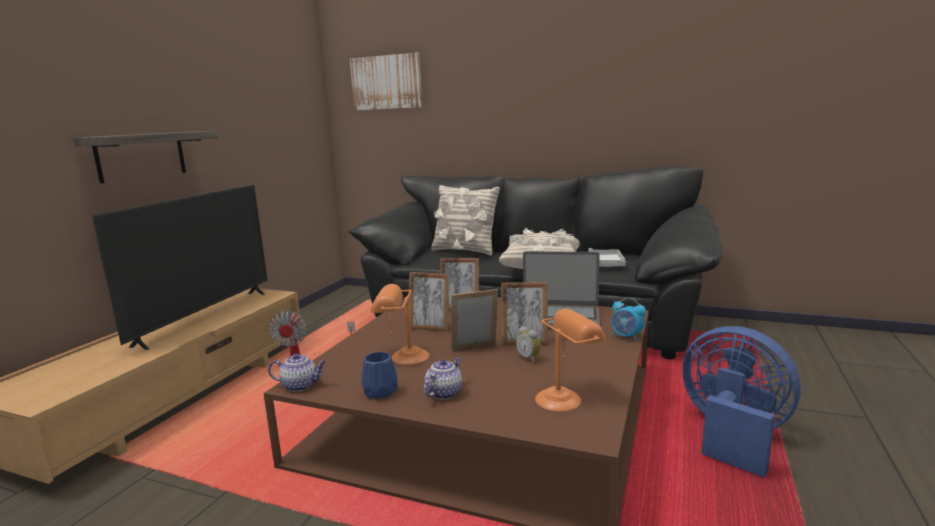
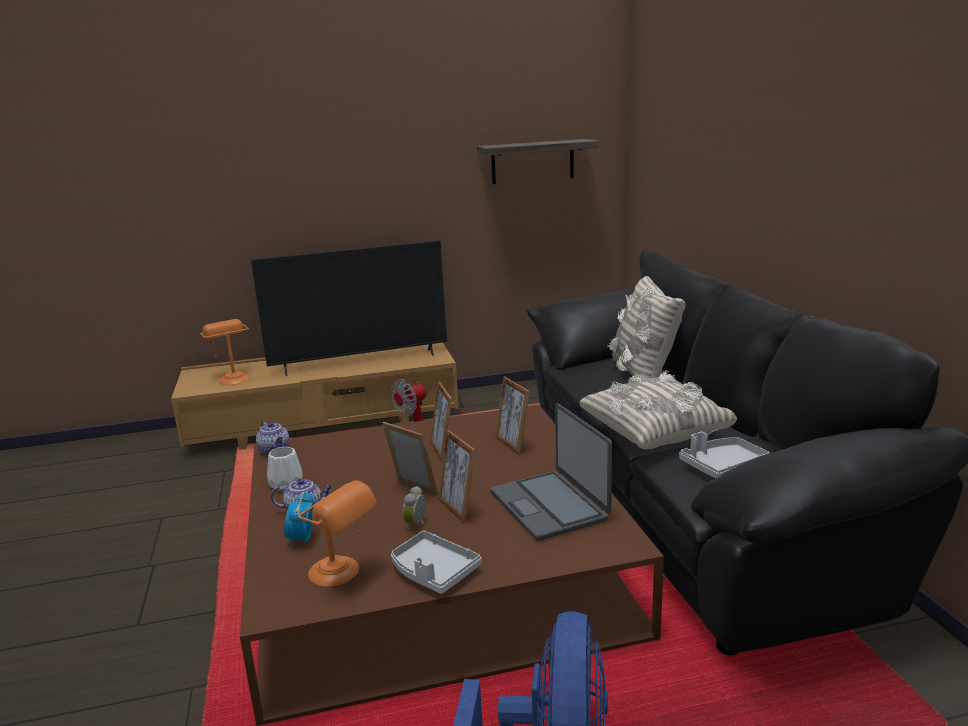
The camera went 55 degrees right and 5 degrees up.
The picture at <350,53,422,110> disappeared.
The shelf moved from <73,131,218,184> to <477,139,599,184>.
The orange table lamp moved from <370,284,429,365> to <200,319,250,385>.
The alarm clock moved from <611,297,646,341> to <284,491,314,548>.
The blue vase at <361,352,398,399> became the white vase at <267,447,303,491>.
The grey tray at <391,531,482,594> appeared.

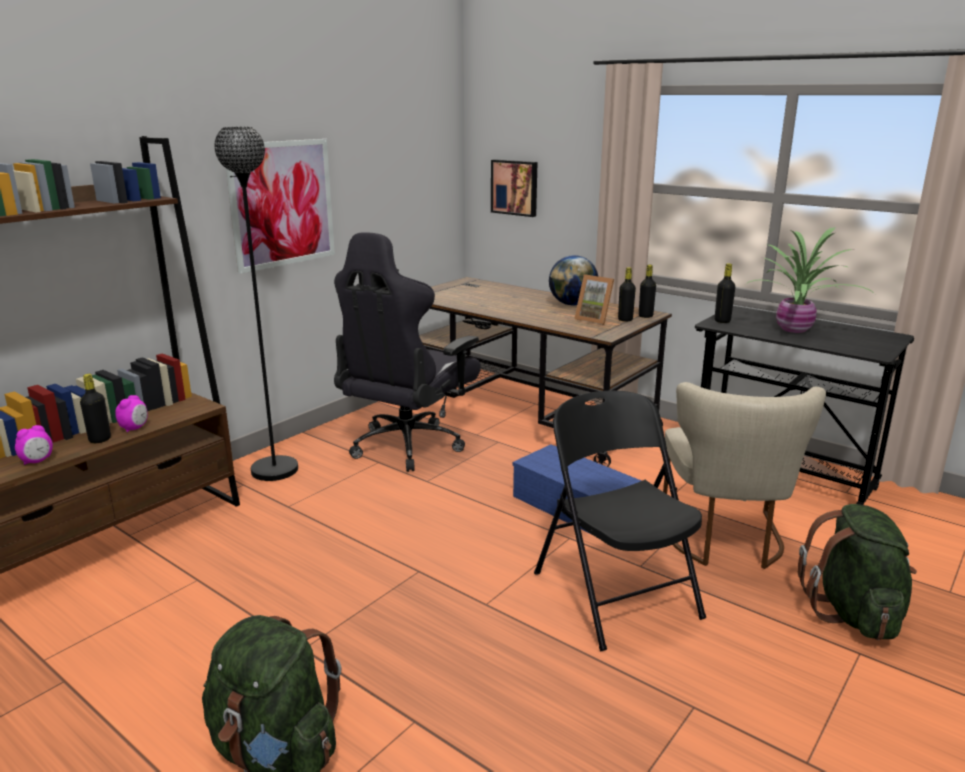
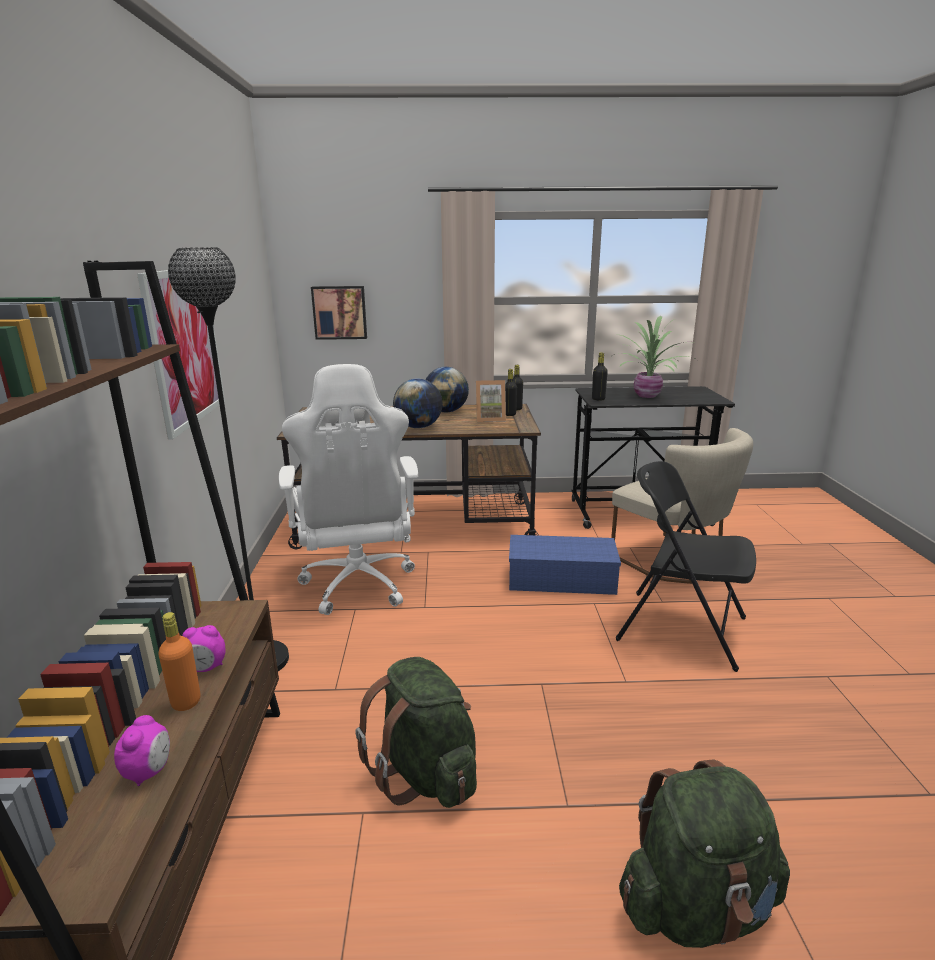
The camera went 40 degrees left and 0 degrees up.
The black office chair at <334,232,481,472> became the white office chair at <279,364,418,615>.
The black bottle at <80,374,111,443> became the orange bottle at <158,612,201,711>.
The alarm clock at <115,395,148,432> turned 105 degrees clockwise.
The green backpack moved from <797,504,917,640> to <355,657,477,808>.
The globe at <393,378,443,428> appeared.

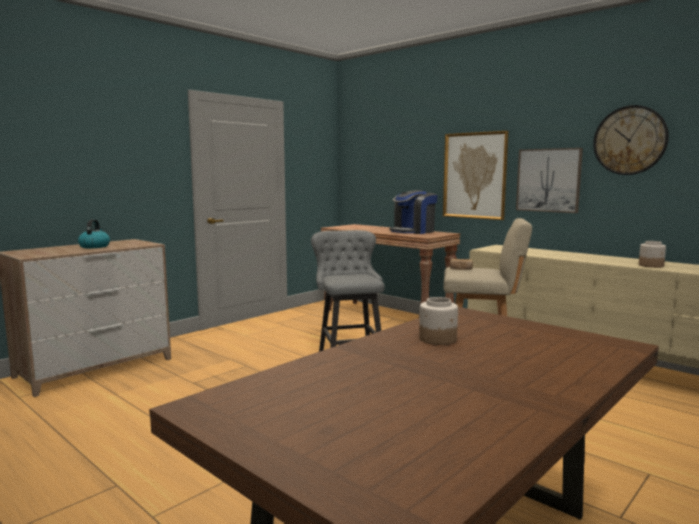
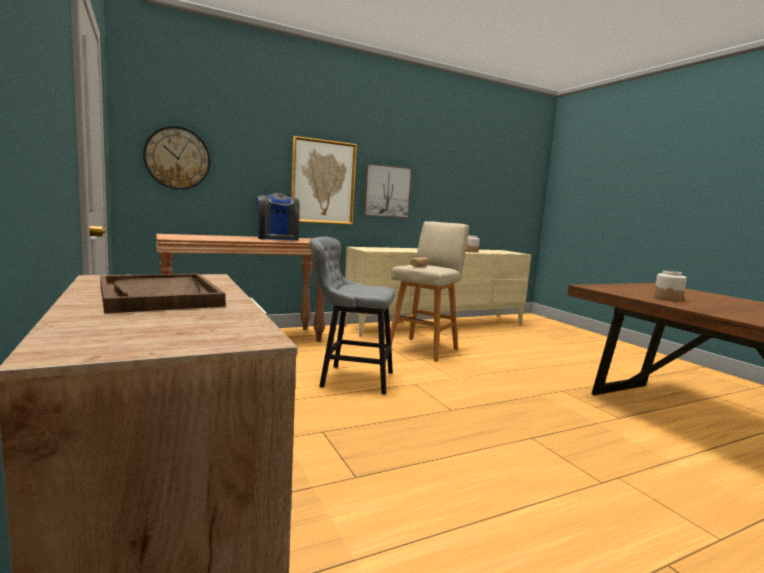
The camera went 70 degrees left and 0 degrees up.
The wall clock moved from <593,105,669,175> to <143,126,210,190>.
The kettle at <78,219,110,248> was replaced by the brown tray at <100,274,225,313>.

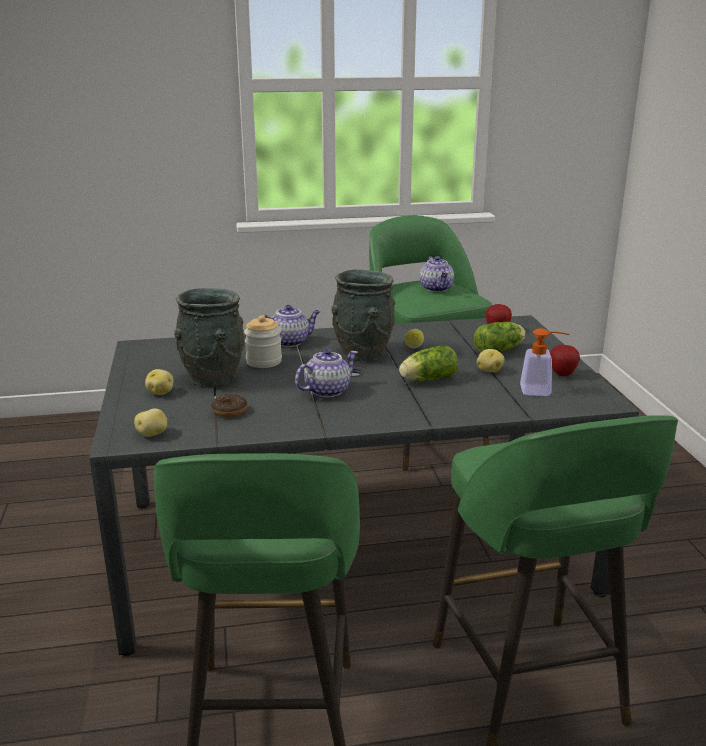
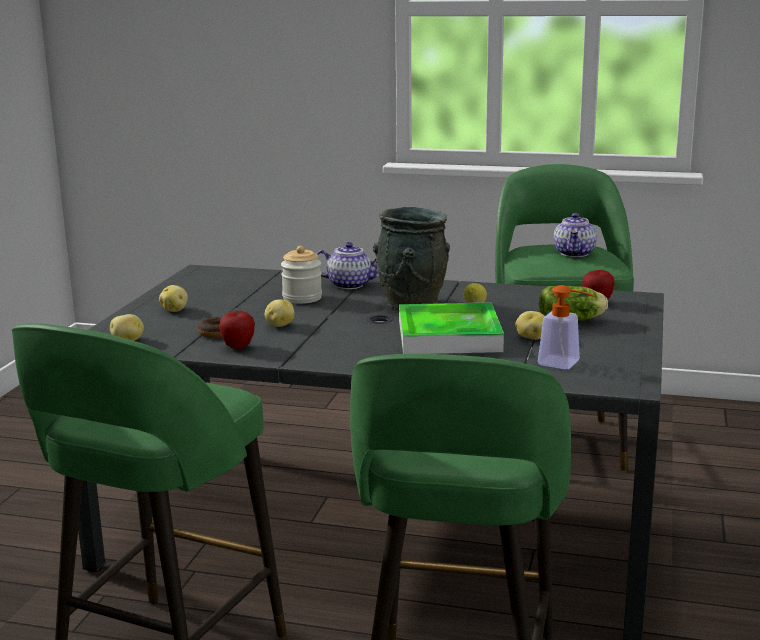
The camera went 25 degrees right and 5 degrees down.
The grey vase at <174,288,245,387> disappeared.
The apple moved from <550,345,580,376> to <219,311,255,349>.
The lettuce at <399,346,458,381> was replaced by the tray at <399,302,504,354>.
The teapot at <295,349,358,397> disappeared.
The potato at <265,299,294,327> appeared.

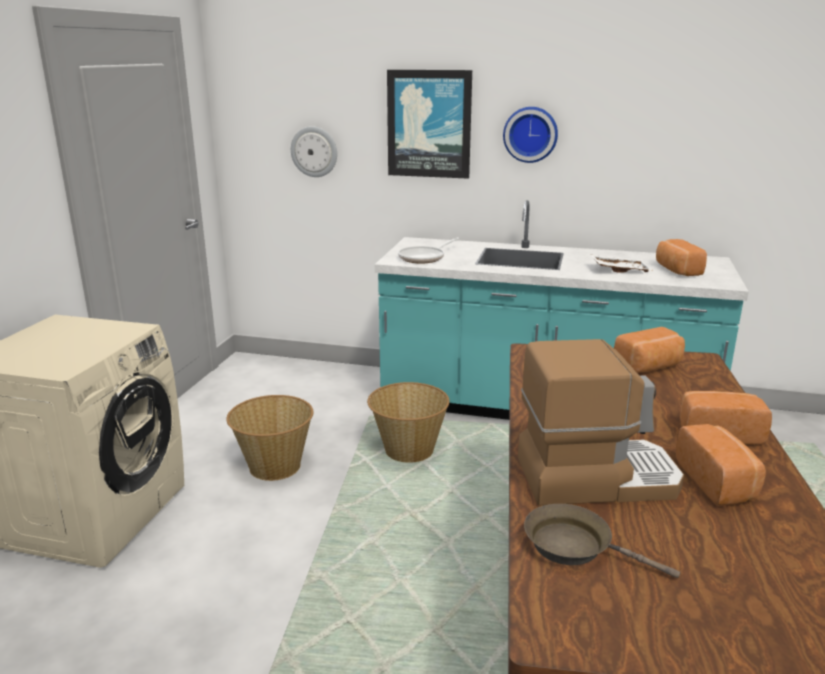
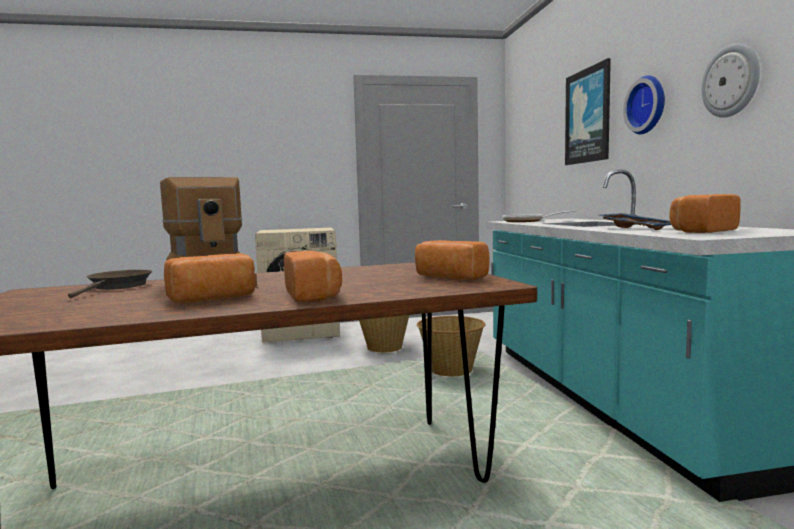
The camera went 65 degrees right and 15 degrees down.
The wall clock moved from <291,126,337,177> to <702,43,760,118>.
The white tray at <590,254,652,273> became the blue tray at <599,213,671,230>.

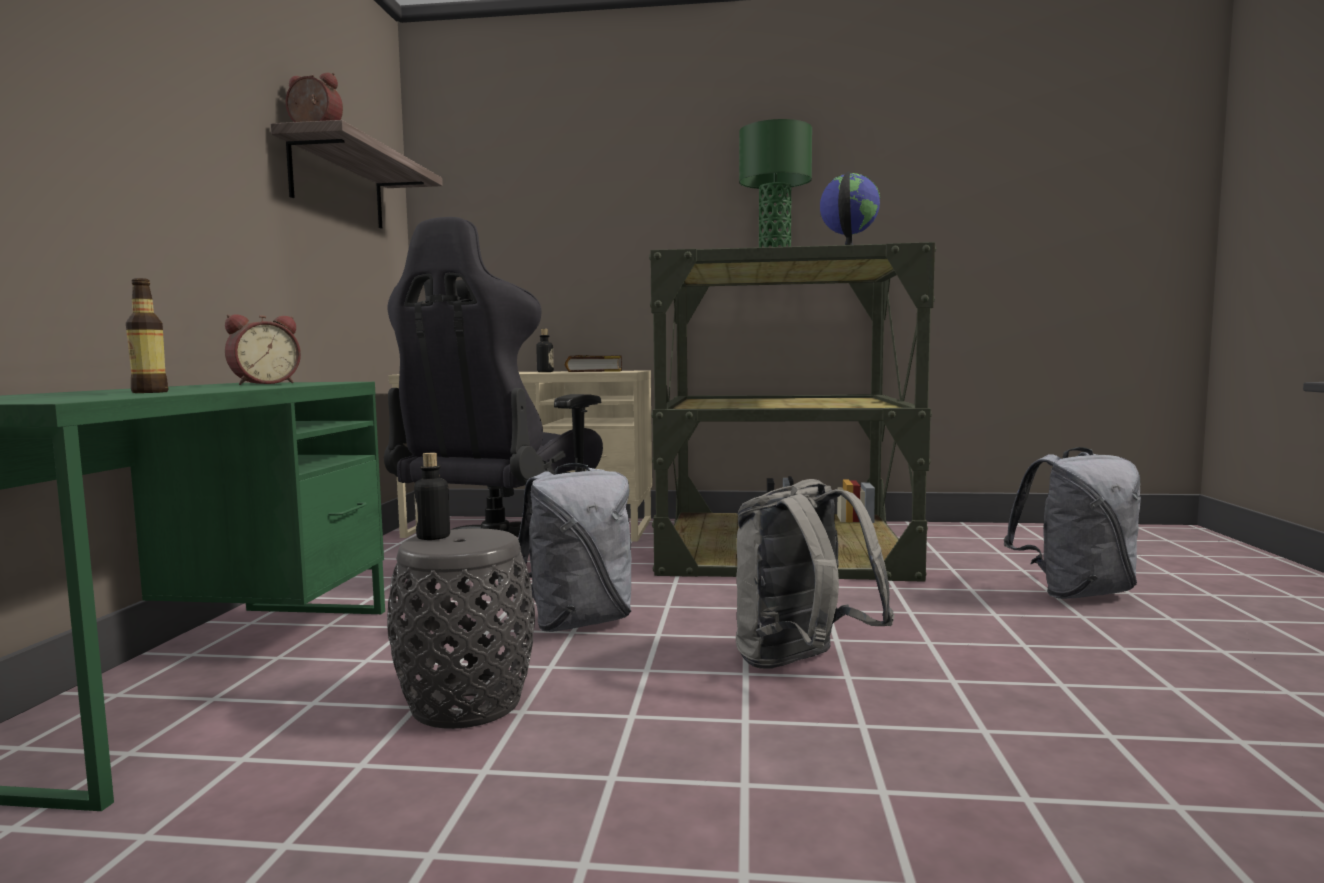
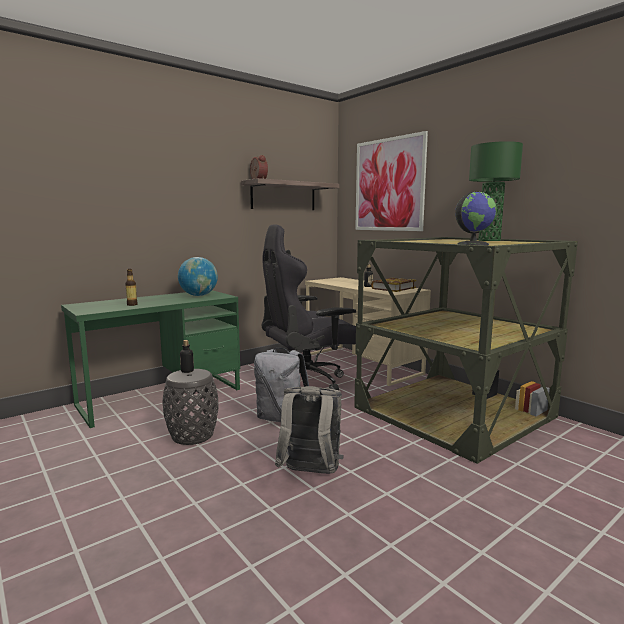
The camera went 45 degrees right and 5 degrees up.
The alarm clock at <225,314,301,385> was replaced by the globe at <178,257,218,296>.
The grey backpack at <1004,447,1141,599> disappeared.
The picture at <355,131,428,231> appeared.

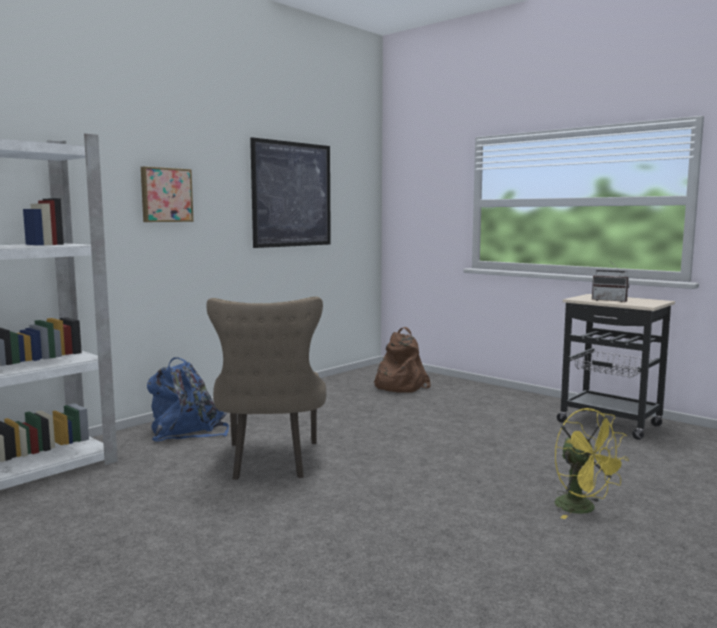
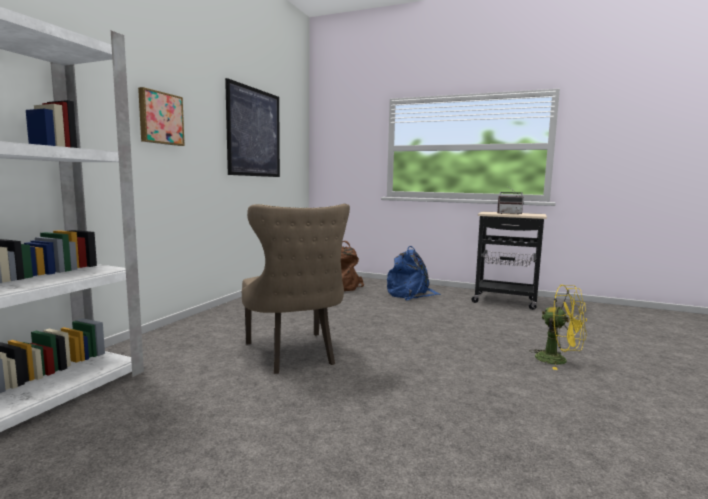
The camera went 20 degrees left and 0 degrees up.
The blue backpack moved from <147,357,229,442> to <387,246,441,300>.

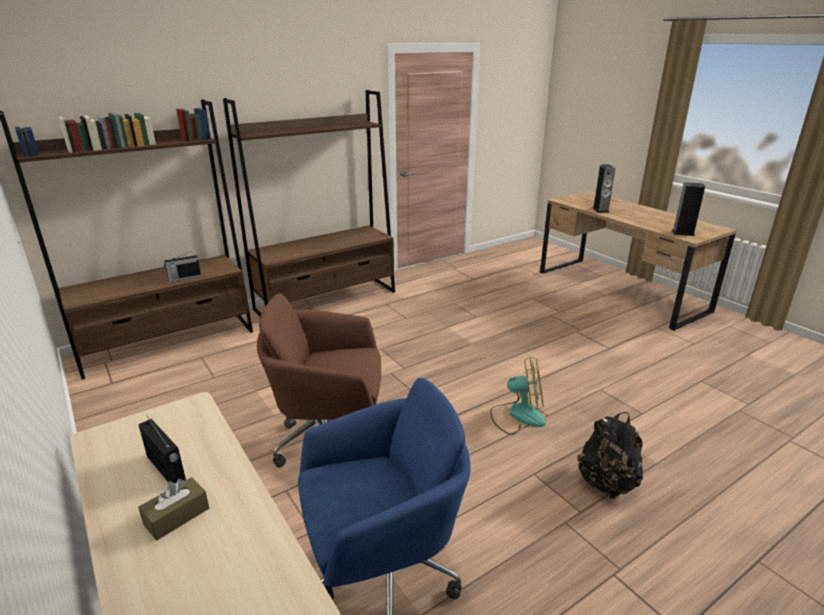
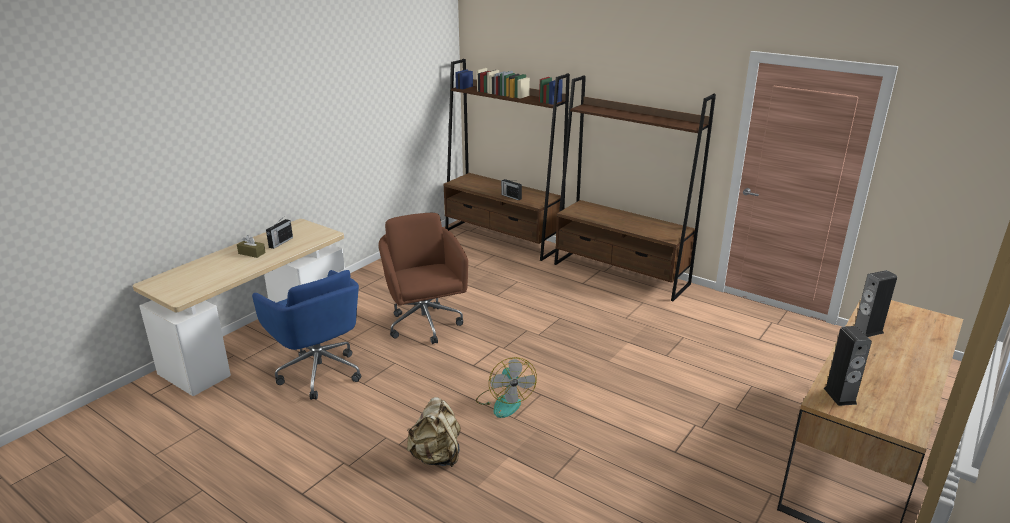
The camera went 70 degrees right and 0 degrees up.
The black backpack at <577,412,643,499> became the beige backpack at <407,397,461,467>.

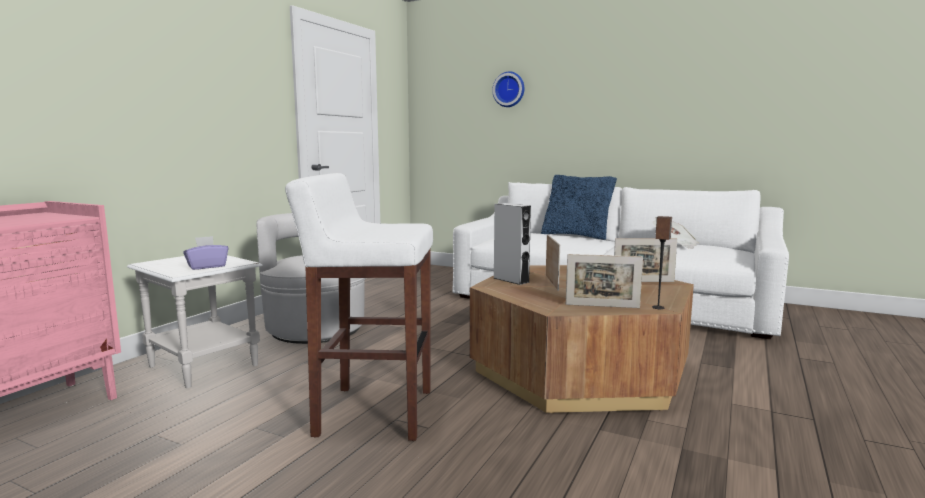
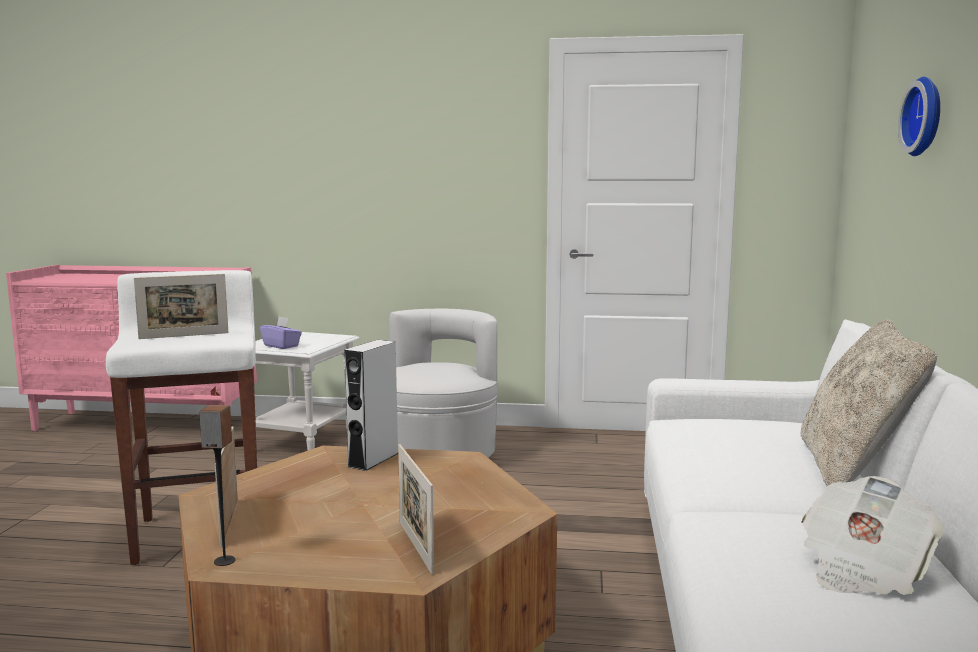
The camera went 70 degrees right and 0 degrees up.
The blue pillow at <541,175,617,240> became the beige pillow at <801,319,938,486>.
The picture frame moved from <546,234,560,291> to <134,274,228,339>.

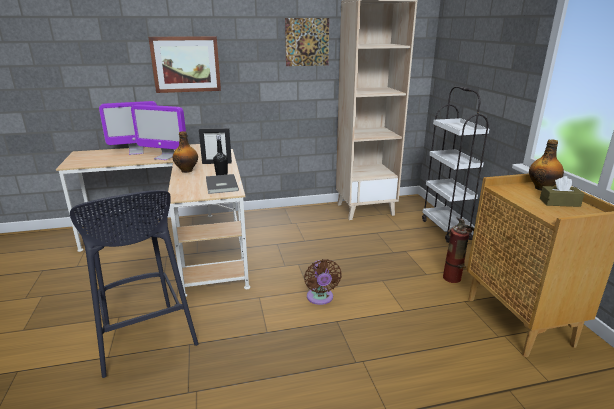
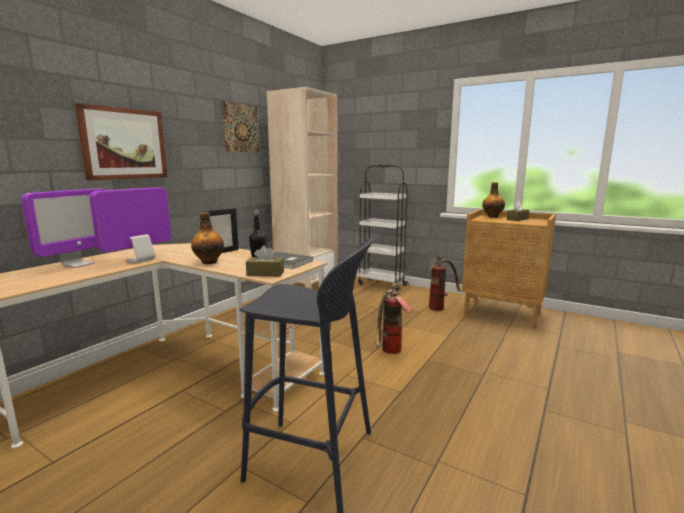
The camera went 45 degrees left and 10 degrees down.
The monitor at <131,105,186,160> turned 150 degrees clockwise.
The brown fan at <304,259,342,305> was replaced by the fire extinguisher at <376,283,413,354>.
The brown tissue box at <246,246,284,277> appeared.

